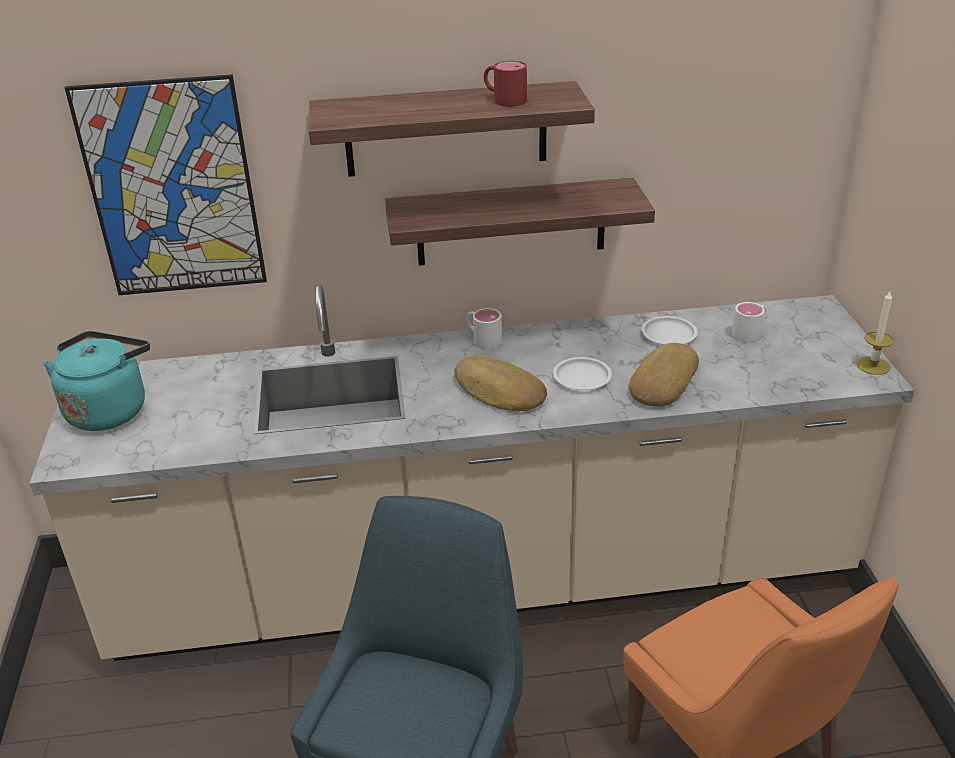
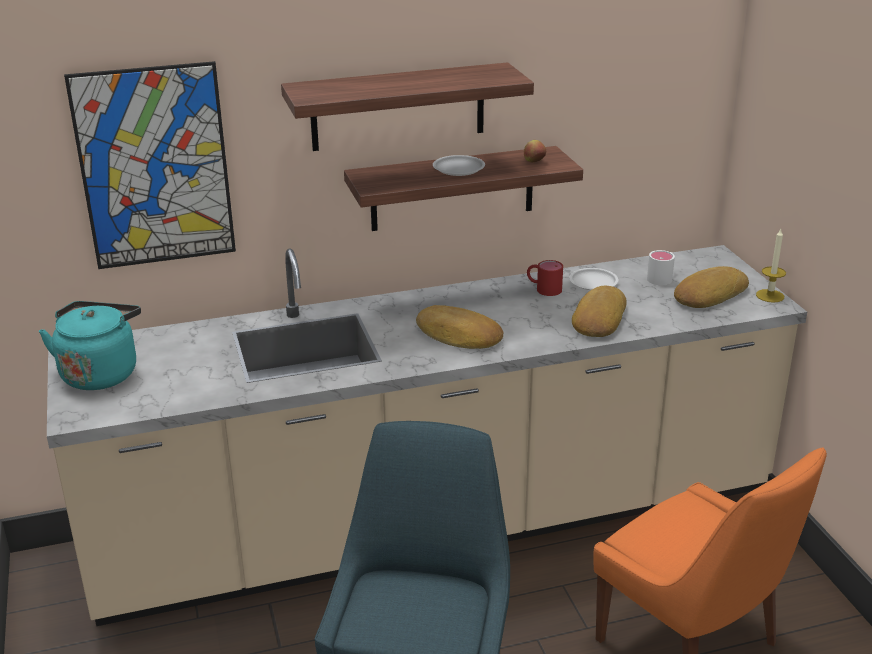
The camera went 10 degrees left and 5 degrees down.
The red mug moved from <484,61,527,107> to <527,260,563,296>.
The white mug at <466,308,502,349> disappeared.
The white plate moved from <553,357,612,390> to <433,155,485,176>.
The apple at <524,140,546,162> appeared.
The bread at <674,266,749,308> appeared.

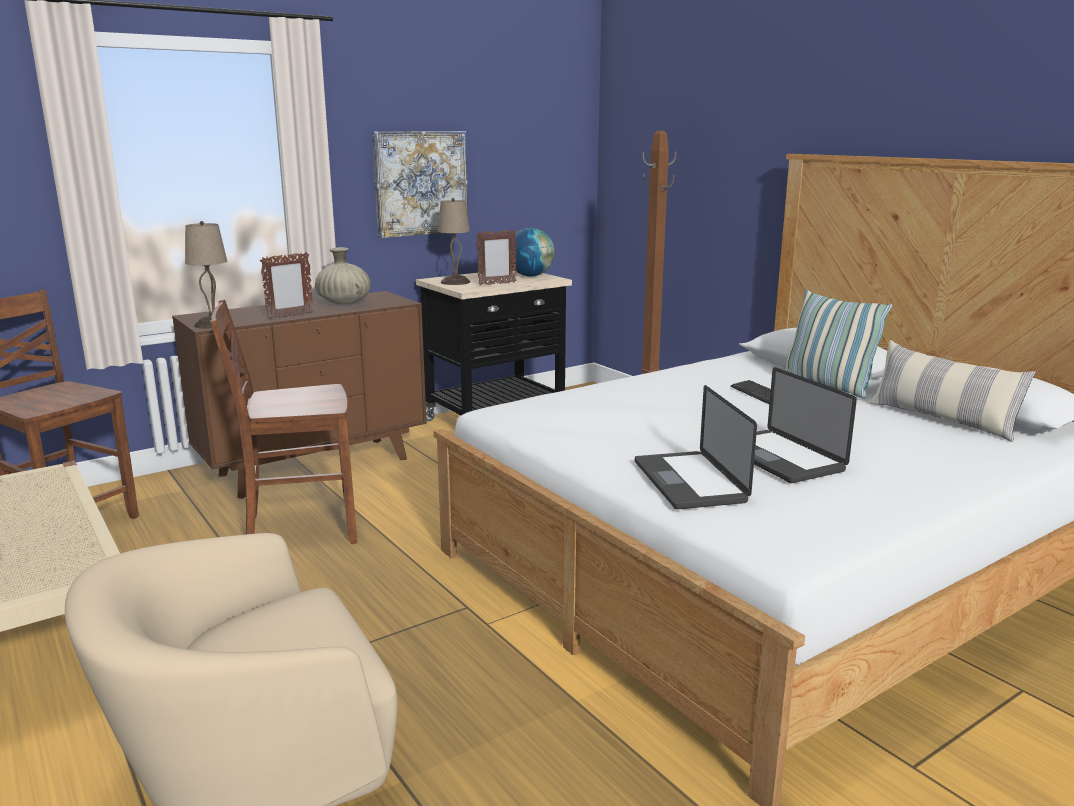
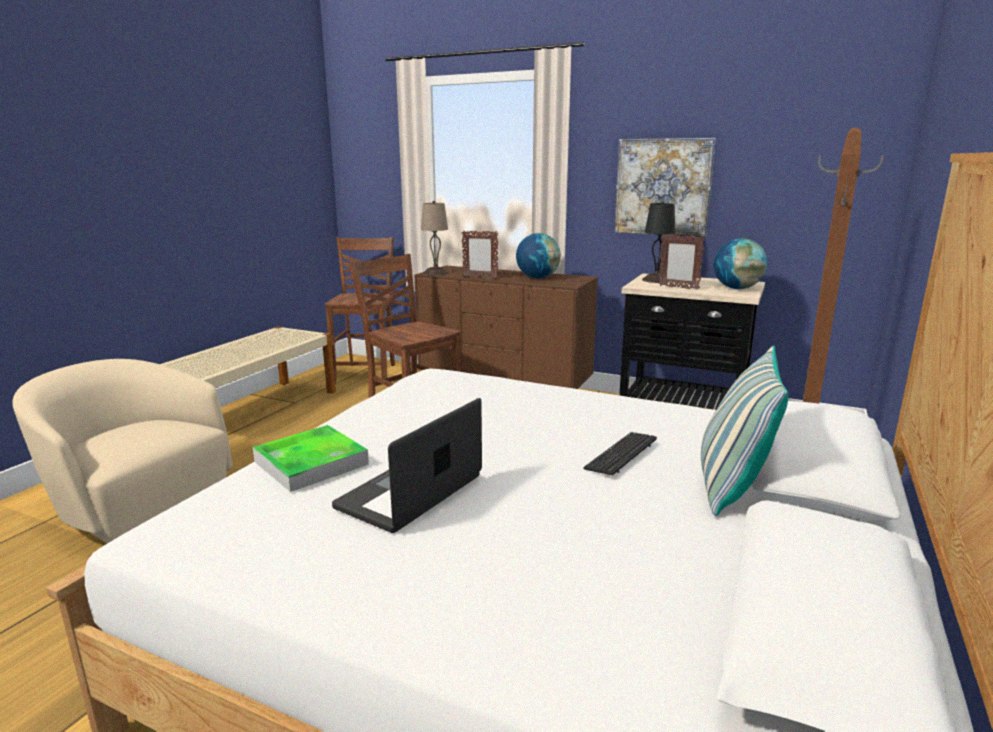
The camera went 60 degrees right and 0 degrees up.
The beige table lamp at <438,198,470,285> became the black table lamp at <642,201,676,283>.
The beige vase at <315,247,371,305> was replaced by the globe at <516,233,561,278>.
The pillow at <869,340,1036,442> disappeared.
The laptop at <635,385,757,509> was replaced by the tray at <253,425,369,492>.

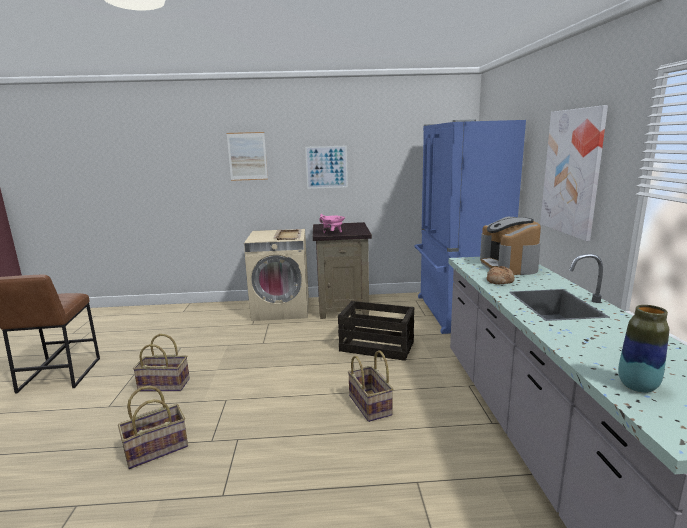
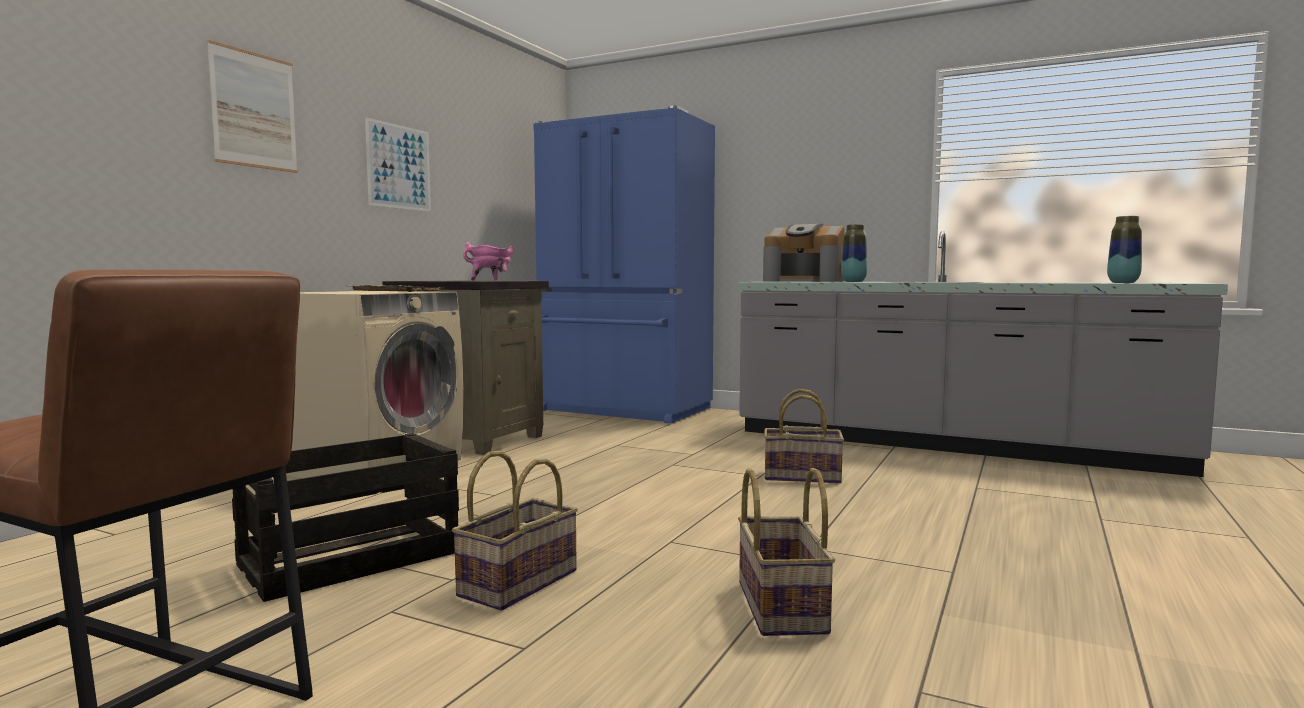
The camera went 60 degrees left and 10 degrees down.
The picture at <540,105,608,241> disappeared.
The bread at <486,266,515,284> was replaced by the vase at <841,224,867,282>.
The crate moved from <338,301,414,361> to <232,433,459,602>.

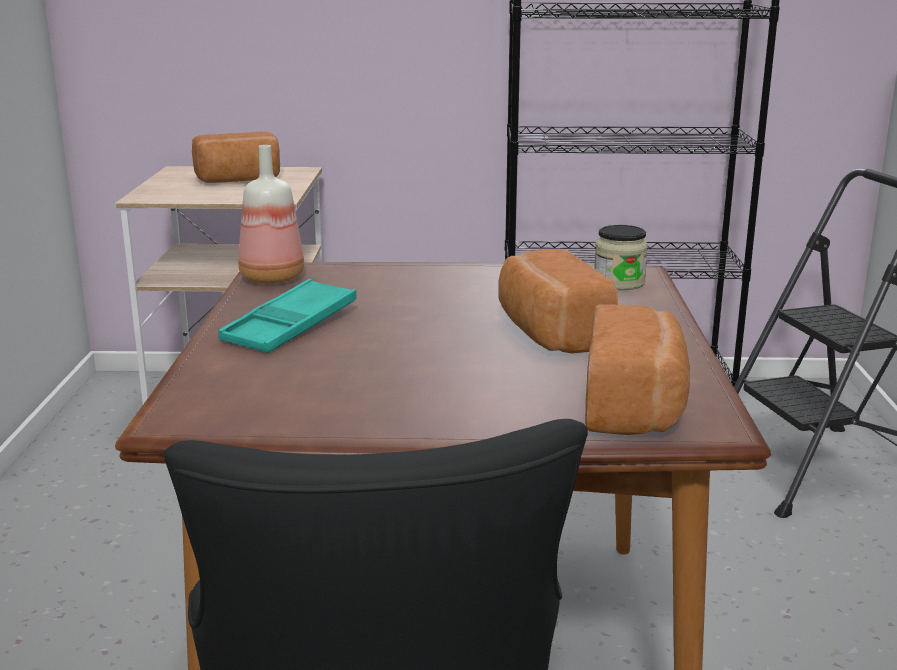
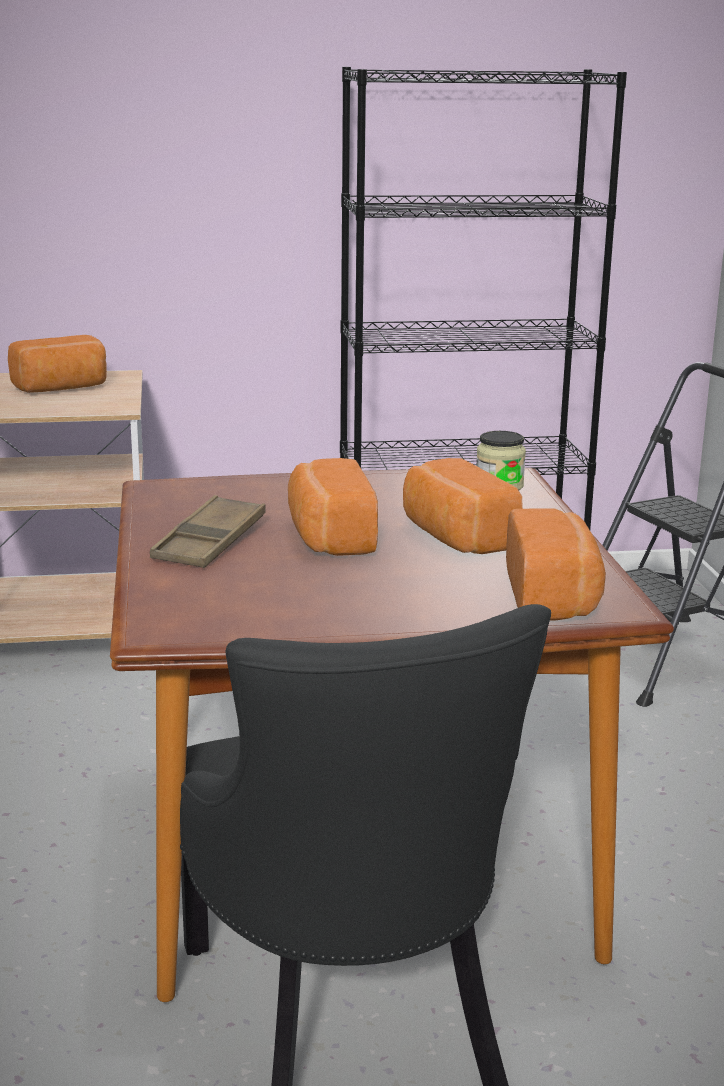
The camera went 10 degrees left and 0 degrees up.
The bottle at <238,145,304,284> disappeared.
The turquoise tray at <218,279,357,353> became the brown tray at <150,495,266,568>.
The bread at <288,458,378,556> appeared.

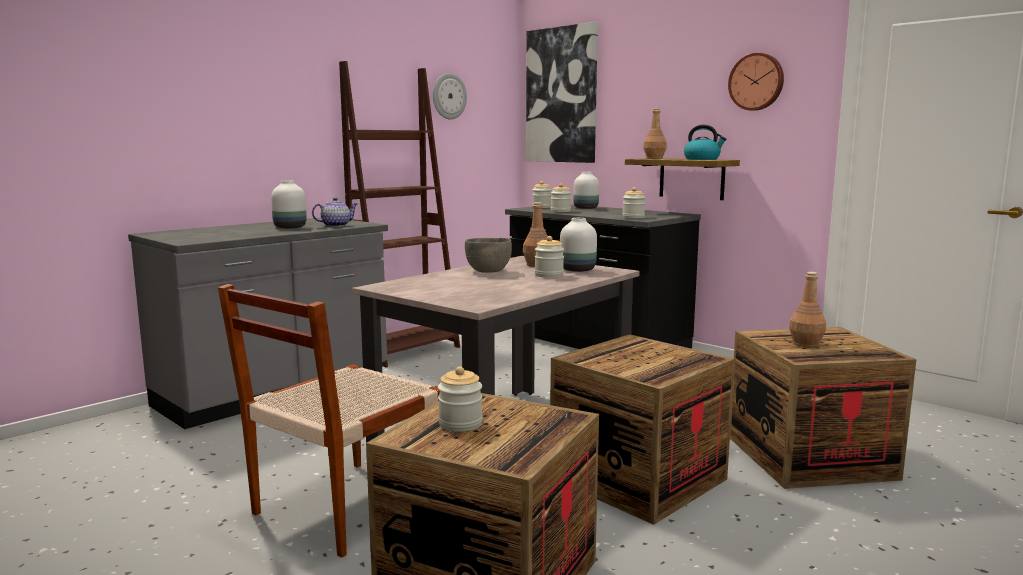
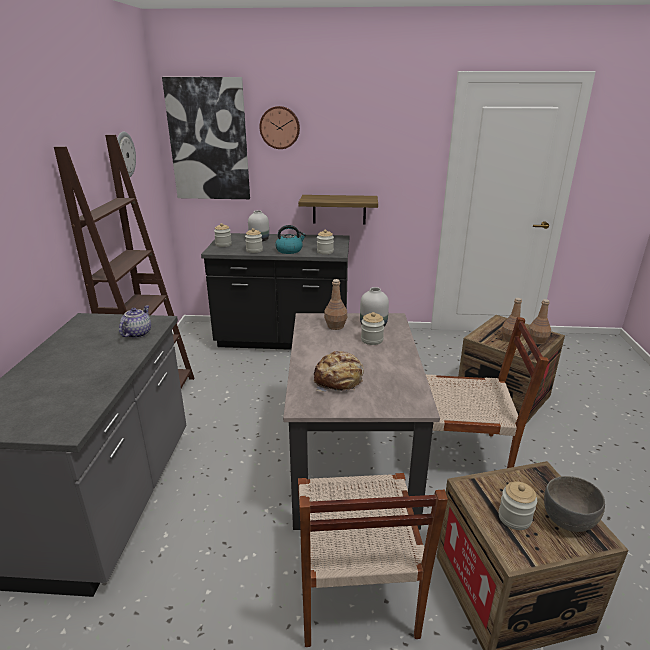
The camera went 40 degrees left and 15 degrees up.
The wall clock moved from <728,53,784,111> to <259,106,300,149>.
The brown bottle moved from <643,108,667,159> to <528,299,551,345>.
The kettle moved from <684,125,727,160> to <275,225,306,254>.
The white vase at <271,181,307,228> disappeared.
The grey bowl moved from <465,238,512,273> to <544,476,605,532>.
The crate at <550,334,735,525> was replaced by the chair at <426,317,549,468>.
The bread at <314,351,364,392> appeared.

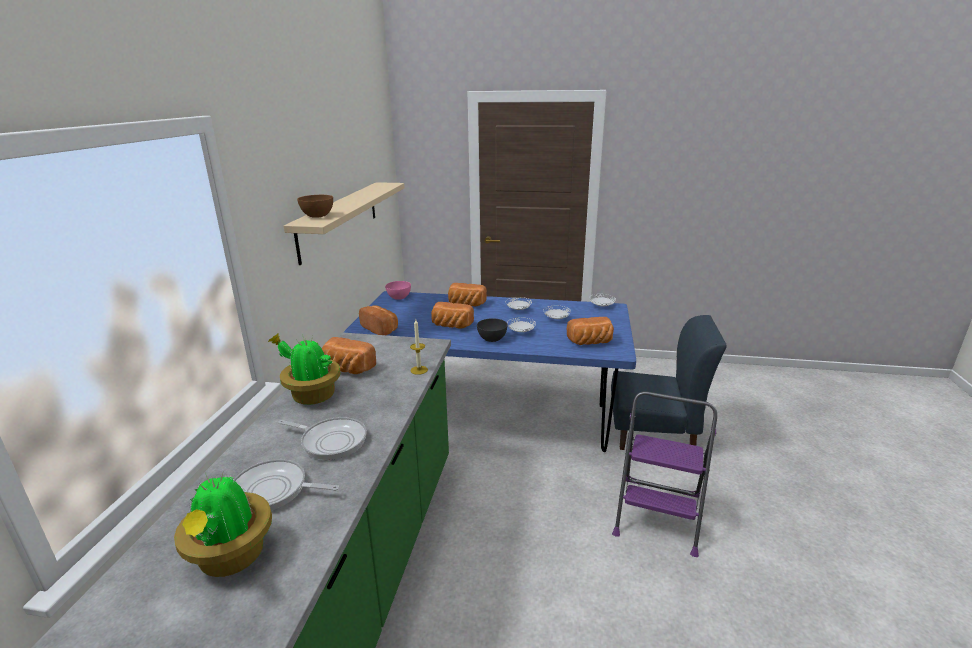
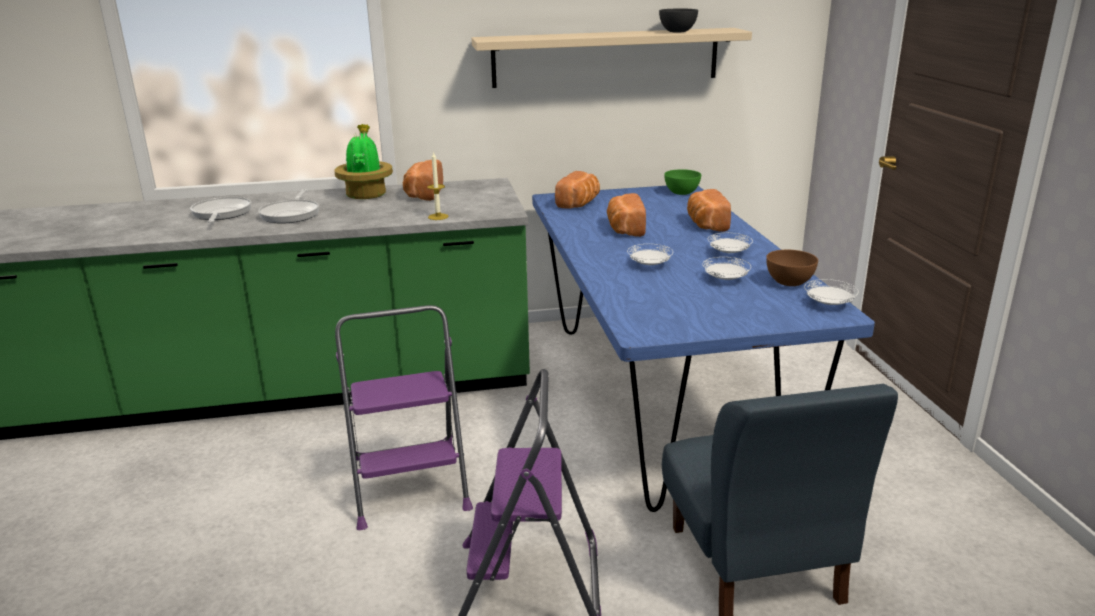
The camera went 70 degrees right and 0 degrees up.
The brown bowl moved from <297,195,333,218> to <766,250,818,286>.
The pink bowl at <385,281,411,300> became the green bowl at <664,169,701,195>.
The bread at <567,317,614,345> disappeared.
The grey bowl moved from <477,318,508,342> to <659,9,698,33>.
The potted plant at <174,470,272,577> disappeared.
The purple step ladder at <335,305,473,530> appeared.

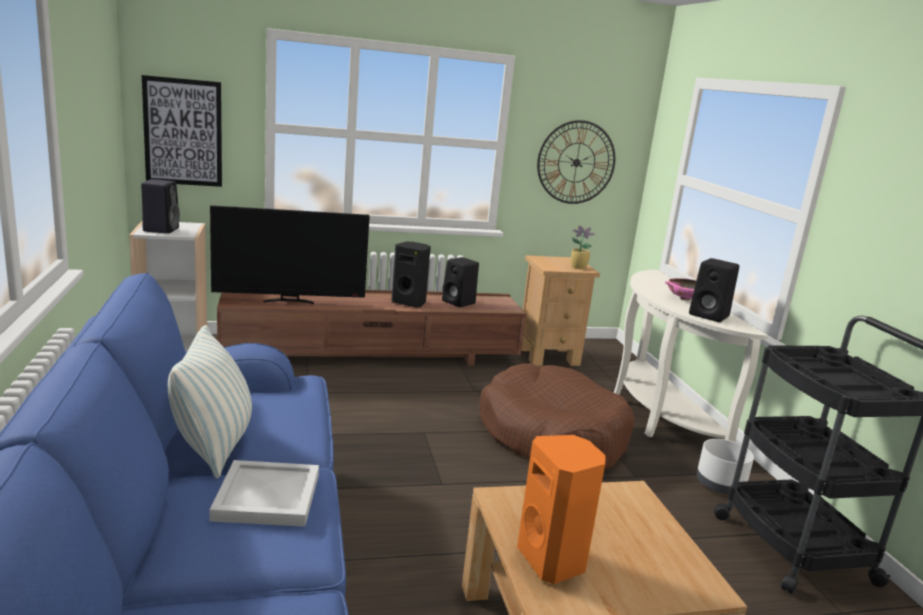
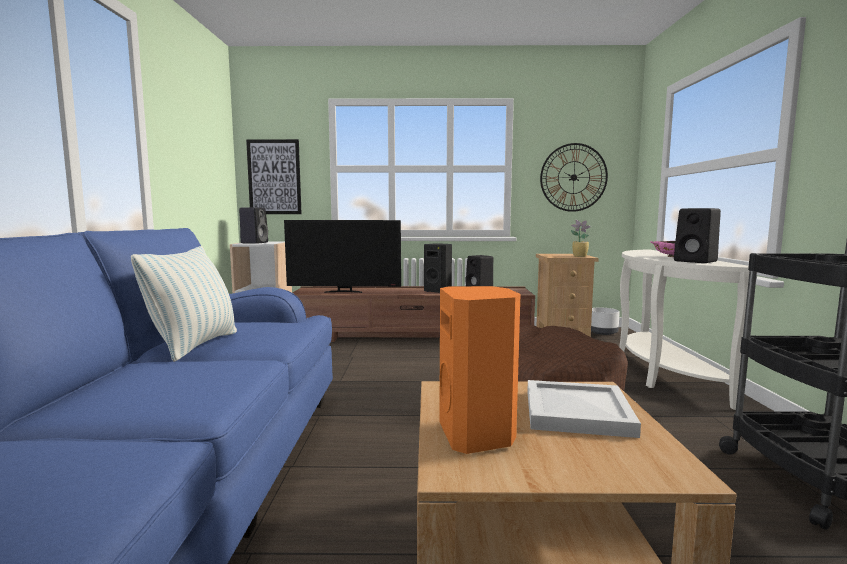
The camera went 15 degrees right and 10 degrees down.
The white planter moved from <696,439,754,494> to <591,308,620,335>.
The white tray moved from <209,460,319,527> to <527,380,641,438>.

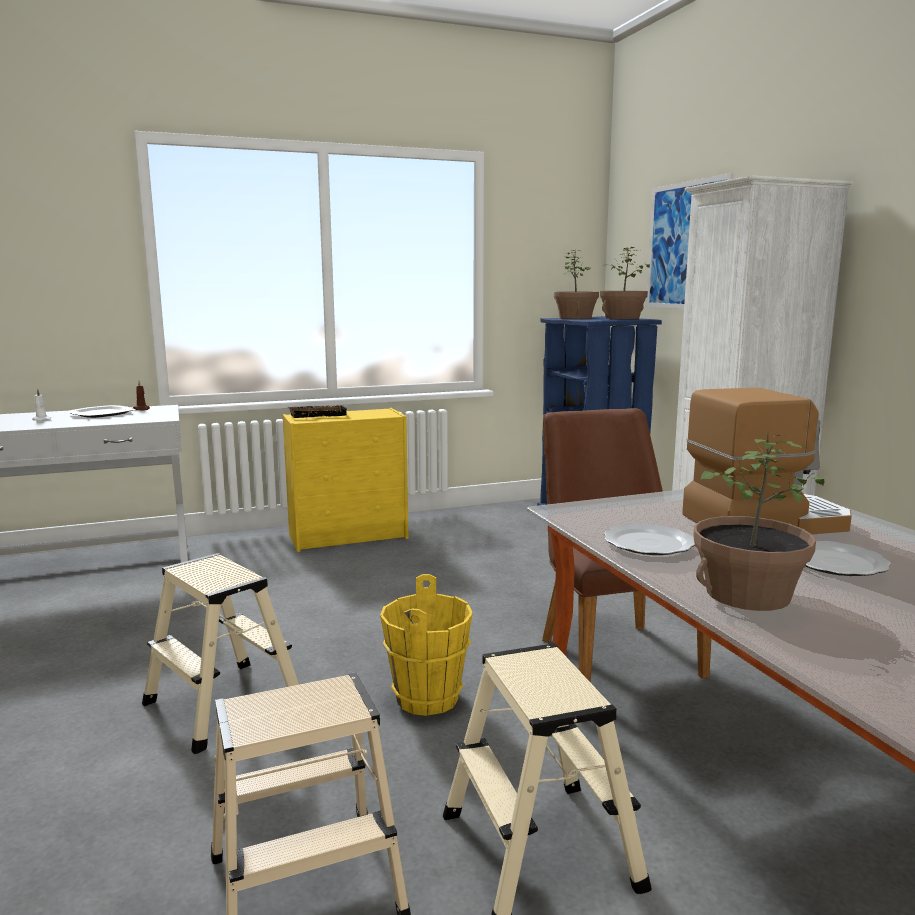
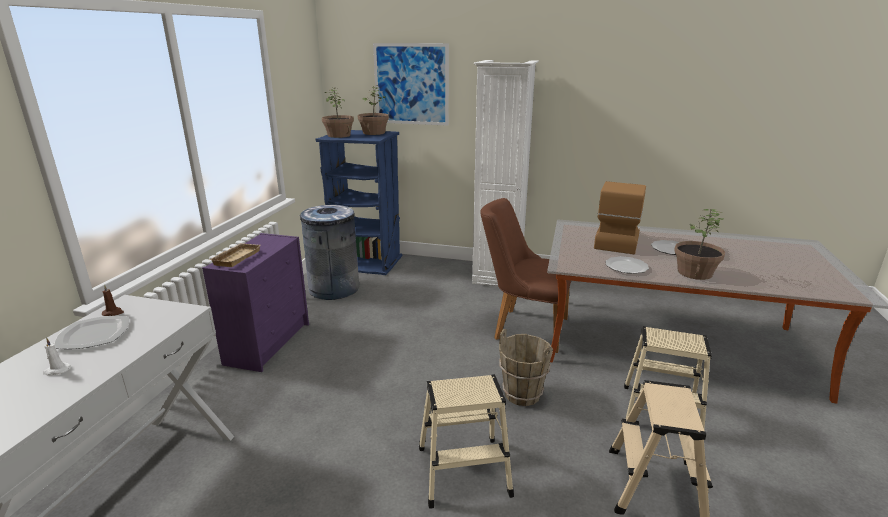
The camera went 55 degrees left and 10 degrees up.
The black tray at <288,405,348,418> became the beige tray at <209,243,260,267>.
The yellow dresser at <283,408,408,552> became the purple dresser at <202,233,309,372>.
The yellow bucket at <380,574,473,716> became the brown bucket at <499,329,553,406>.
The grey trash can at <300,205,359,300> appeared.

